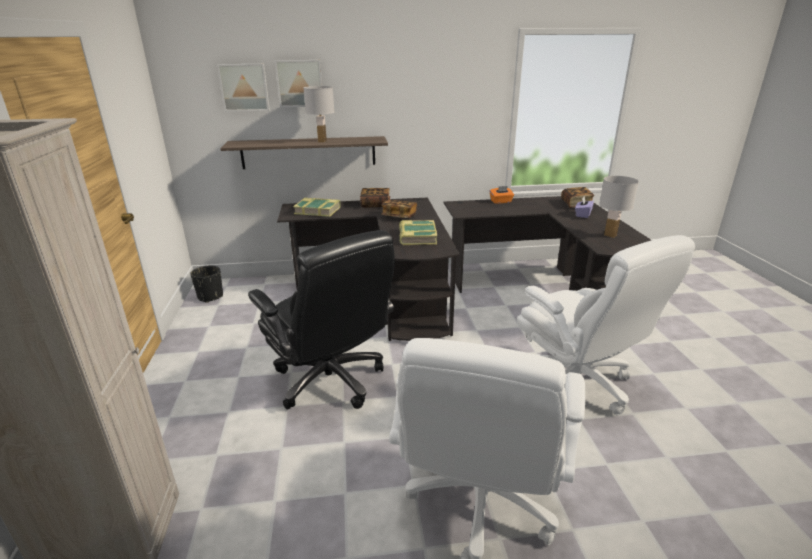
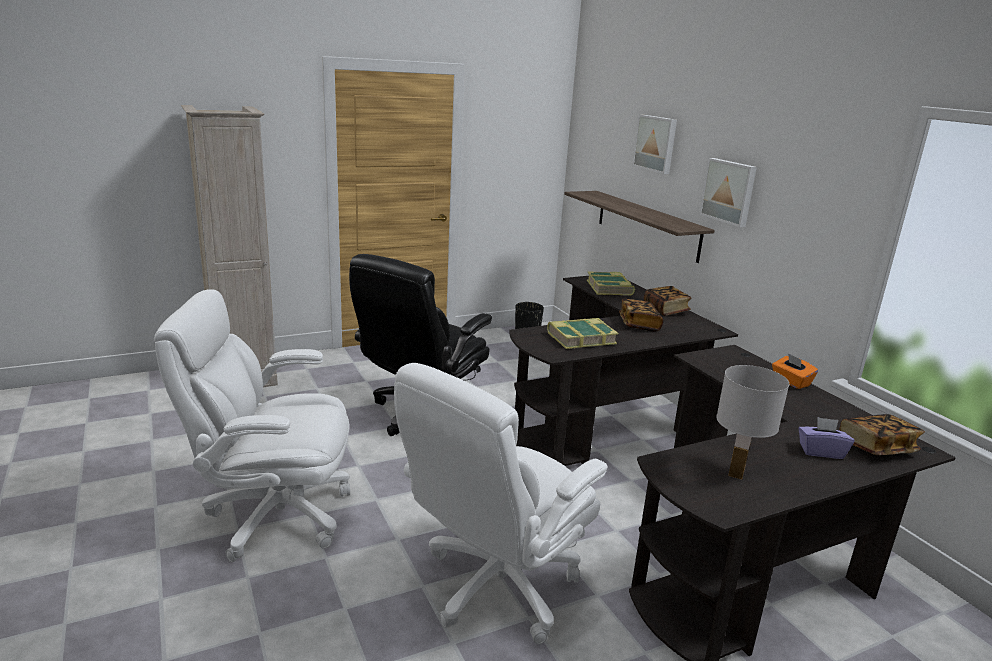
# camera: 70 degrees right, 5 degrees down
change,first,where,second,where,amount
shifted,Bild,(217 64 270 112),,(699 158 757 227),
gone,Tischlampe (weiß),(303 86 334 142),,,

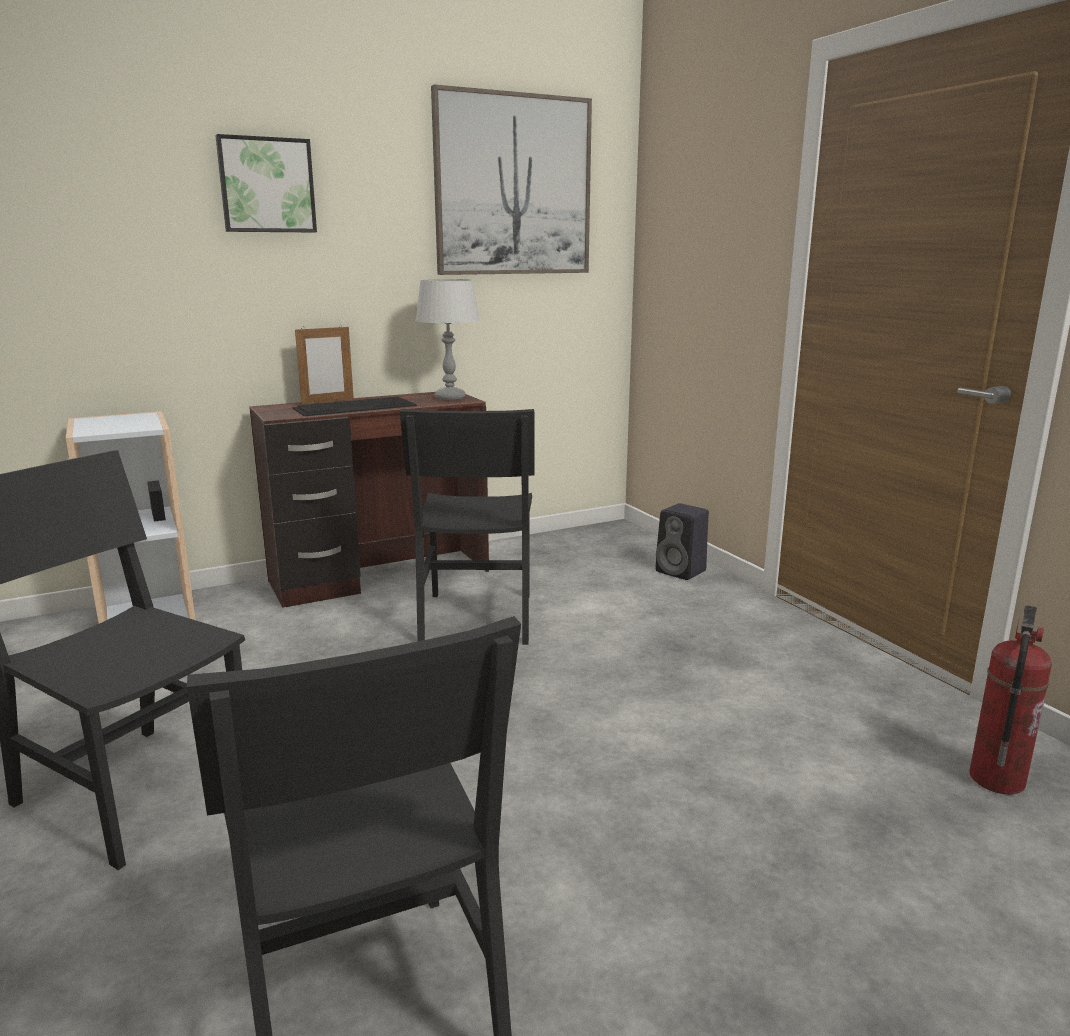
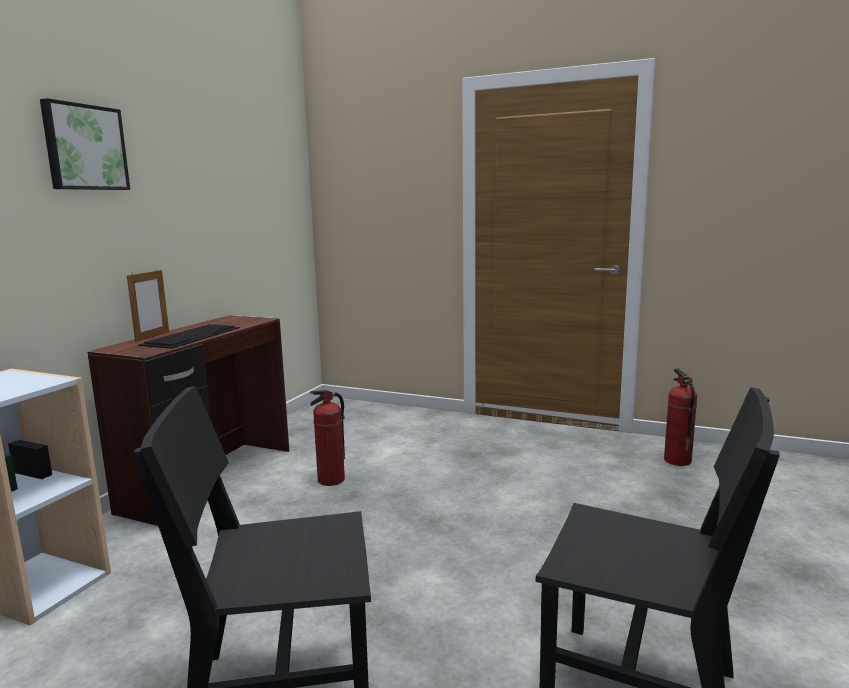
# camera: 40 degrees left, 5 degrees down
change,first,where,second,where,amount
gone,Bild,(431 84 592 275),,,
gone,Tischlampe (grau),(415 279 480 400),,,
swapped,Stuhl (schwarz),(399 409 535 645),Feuerlöscher,(310 390 345 486),
gone,Lautsprecher (schwarz),(656 503 709 580),,,

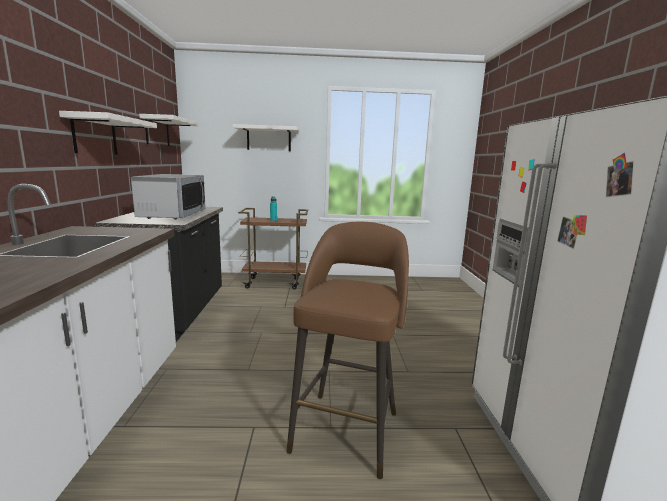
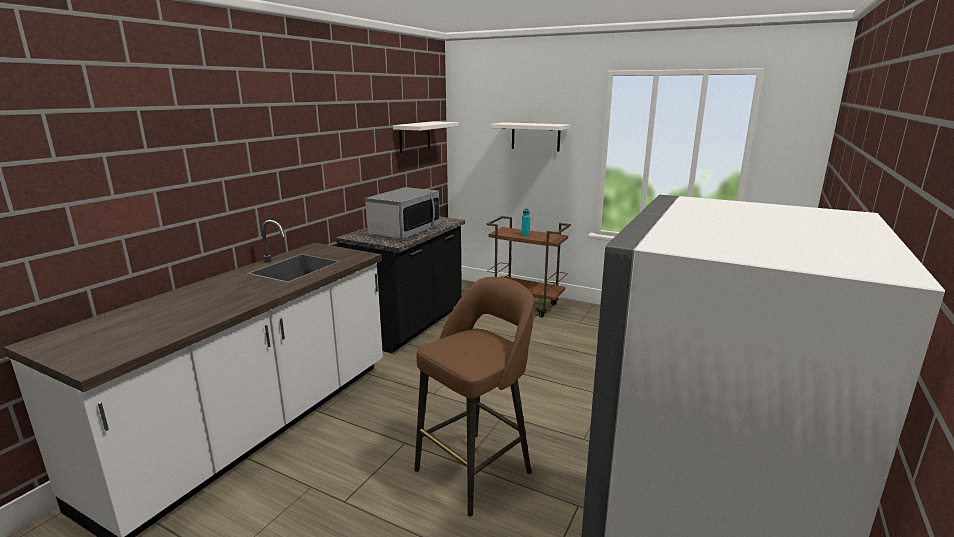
# camera: 30 degrees right, 5 degrees up
change,first,where,second,where,amount
gone,Wandregal (weiß),(59 111 157 155),,,

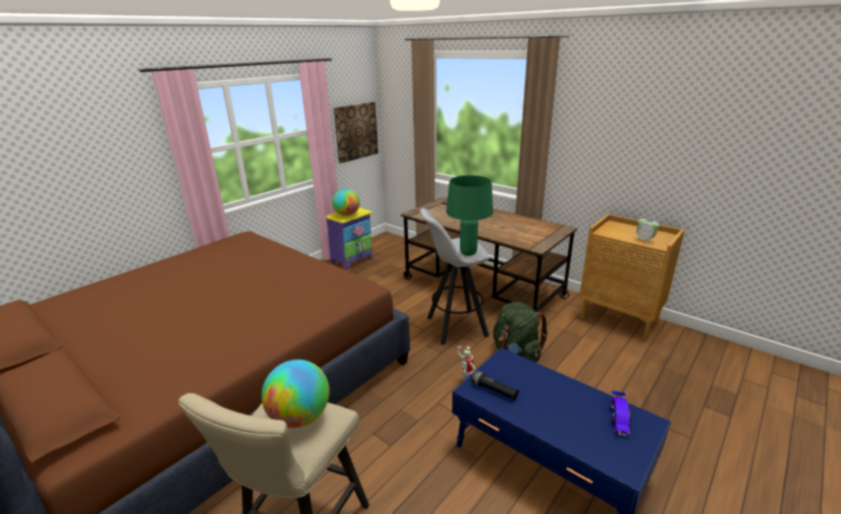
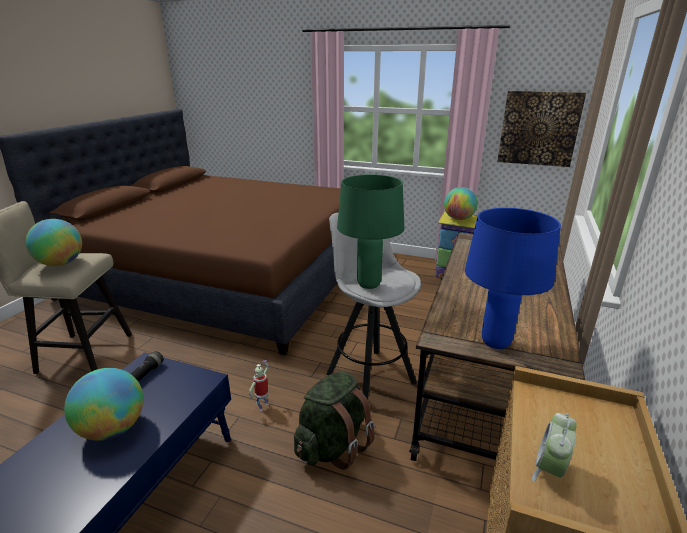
# camera: 70 degrees right, 0 degrees up
change,first,where,second,where,amount
gone,Spielzeugauto,(610 391 631 437),,,
new,,,Tischlampe (blau),(465 208 561 349),
new,,,Globus,(64 368 144 441),

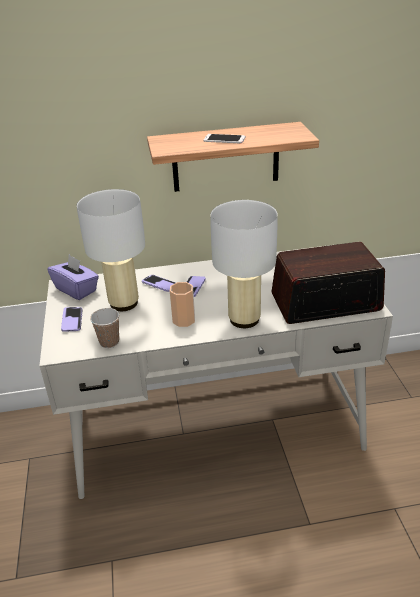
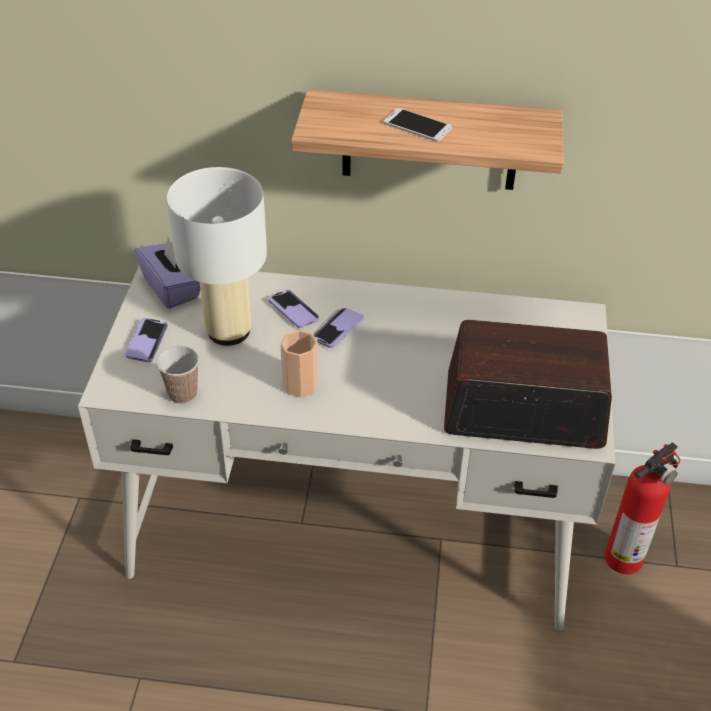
# camera: 15 degrees right, 10 degrees up
change,first,where,second,where,amount
gone,Tischlampe (weiß),(210 200 278 328),,,
new,,,Feuerlöscher,(605 442 680 574),

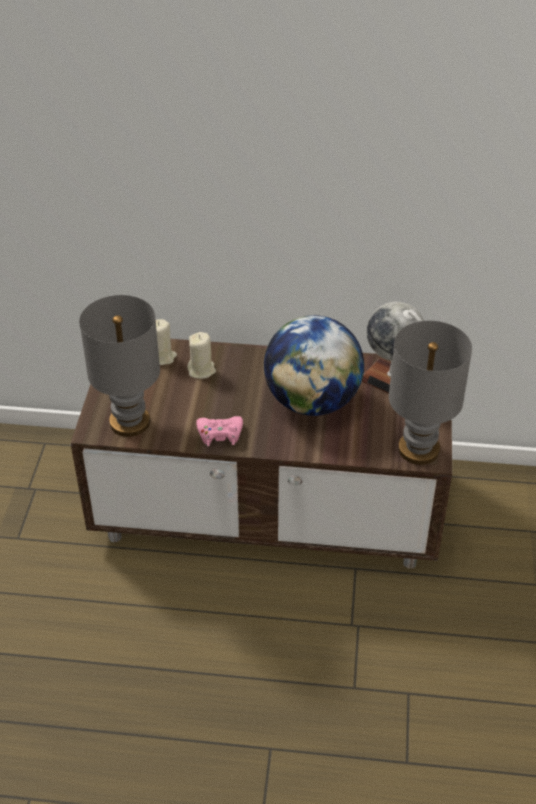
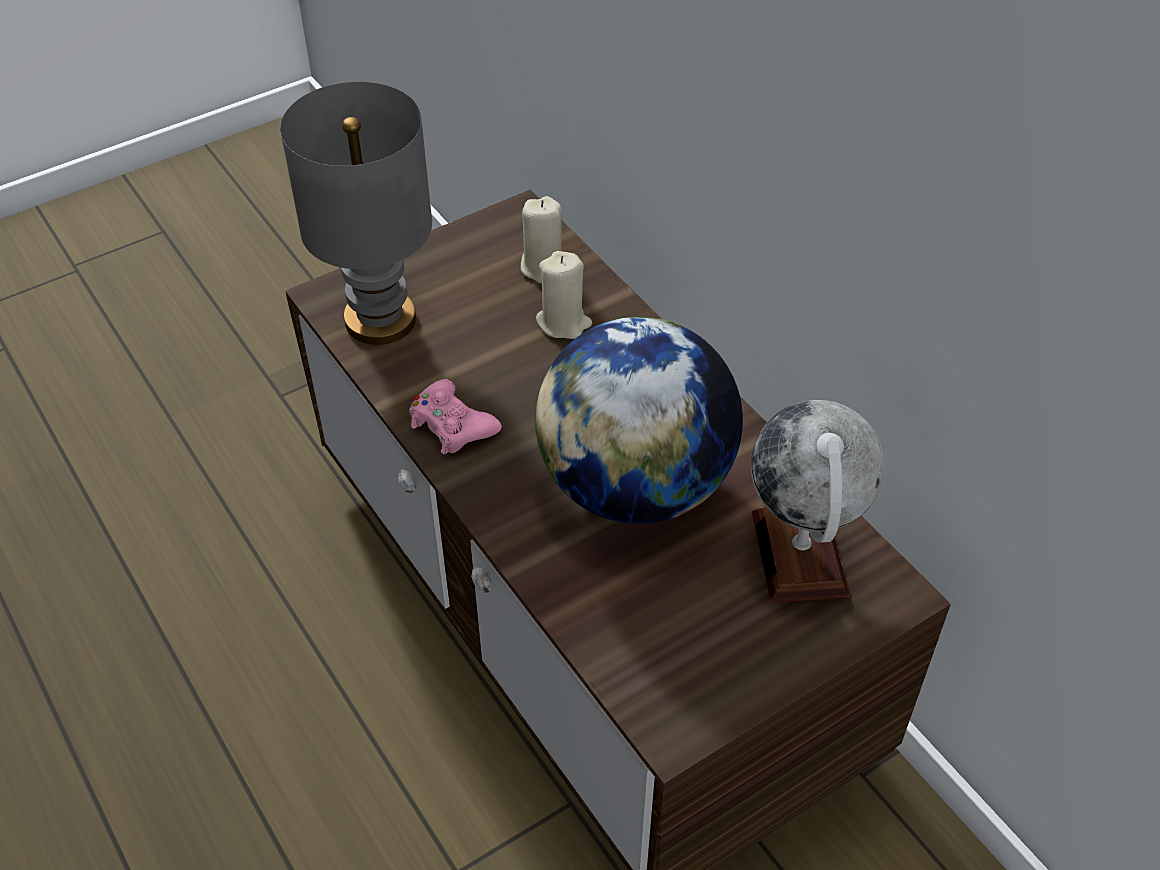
# camera: 50 degrees right, 5 degrees up
change,first,where,second,where,amount
gone,Tischlampe (grau),(389 321 472 465),,,

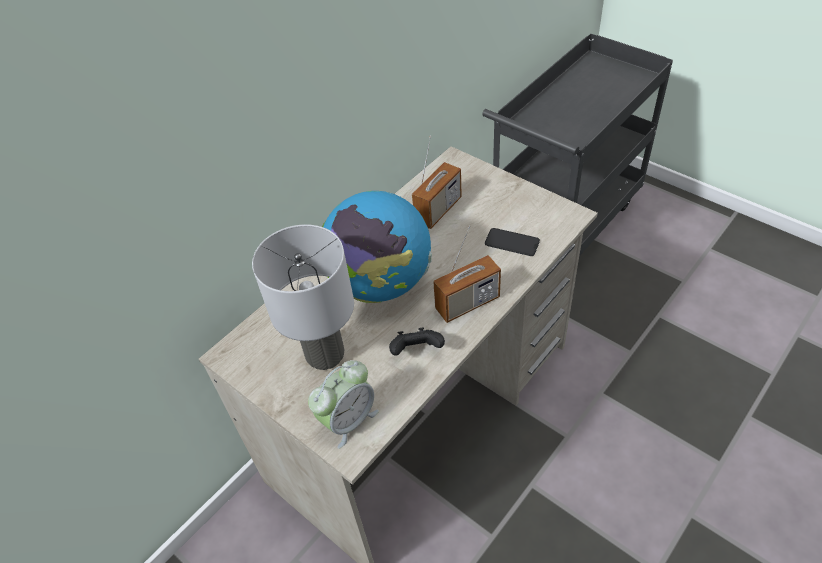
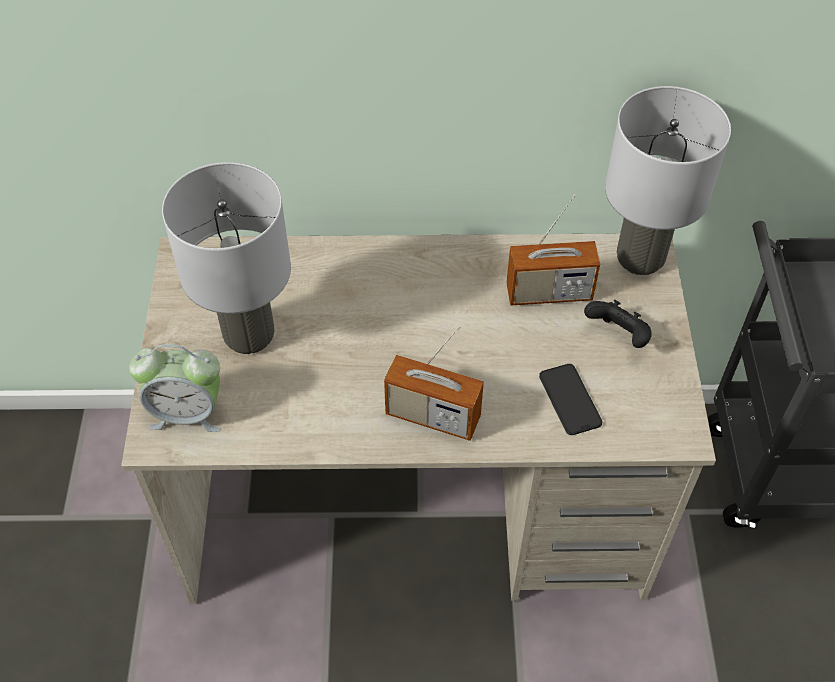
# camera: 45 degrees right, 5 degrees up
change,first,where,second,where,amount
gone,Globus,(322 191 432 303),,,
shifted,Gamepad (schwarz),(389 328 445 356),,(584 300 652 348),
new,,,Tischlampe (weiß),(605 86 731 275),

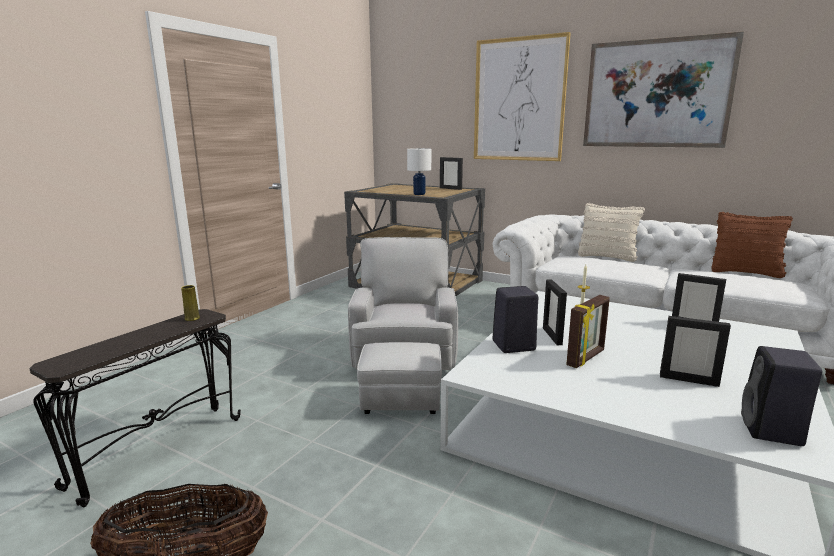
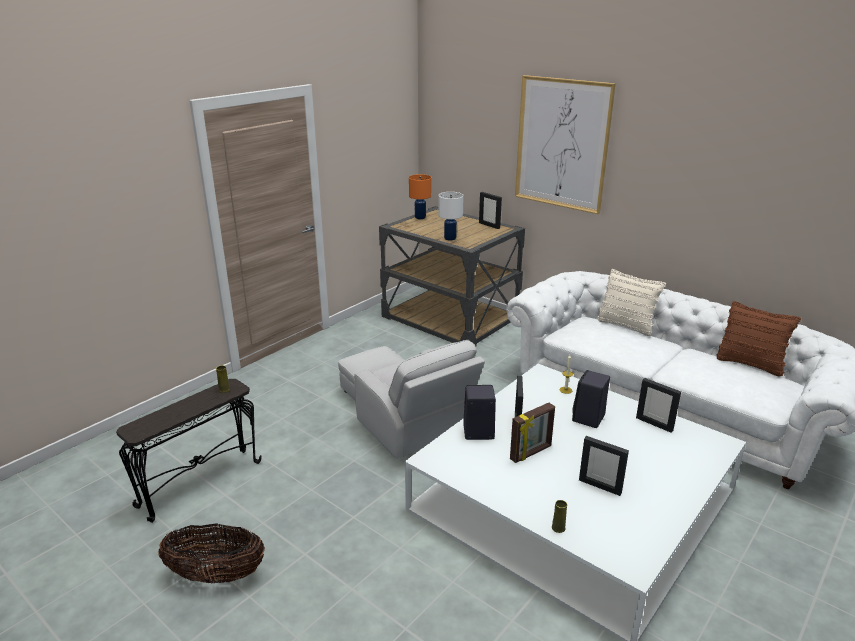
# camera: 10 degrees right, 10 degrees up
change,first,where,second,where,amount
gone,Bild,(583 32 744 148),,,
rotated,Sessel (weiß),(348 237 458 414),,(338 340 485 458),135 degrees clockwise
shifted,Lautsprecher (schwarz),(741 346 822 446),,(572 370 610 428),
new,,,Tischlampe (orange),(409 174 431 219),
new,,,Vase (gelb),(552 500 567 533),

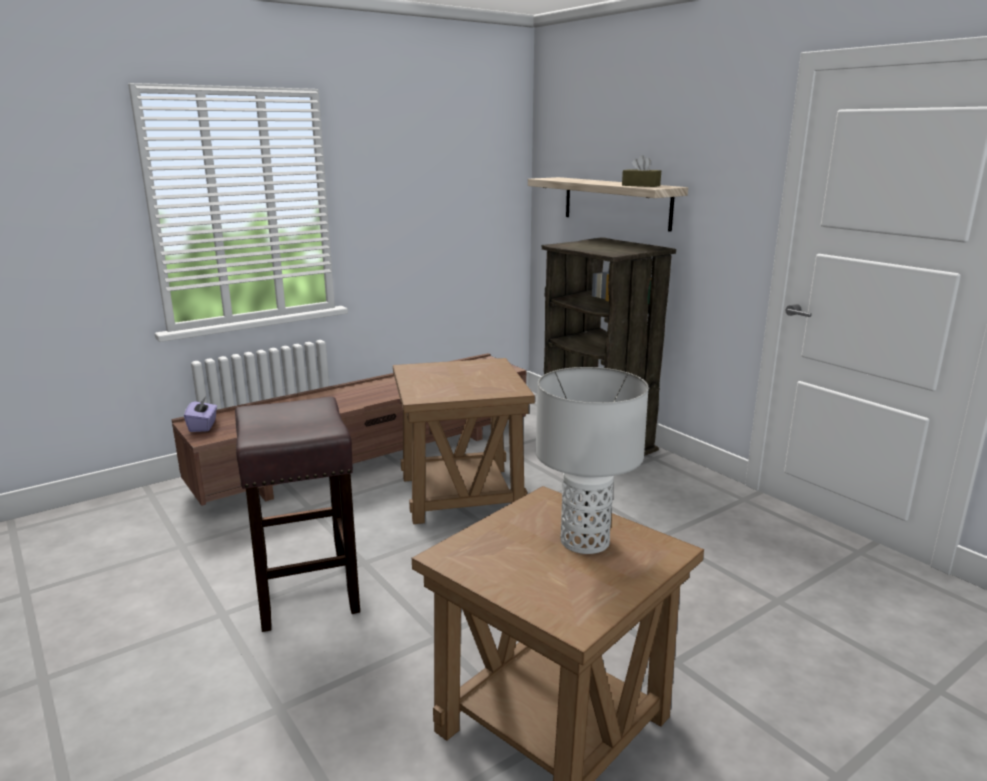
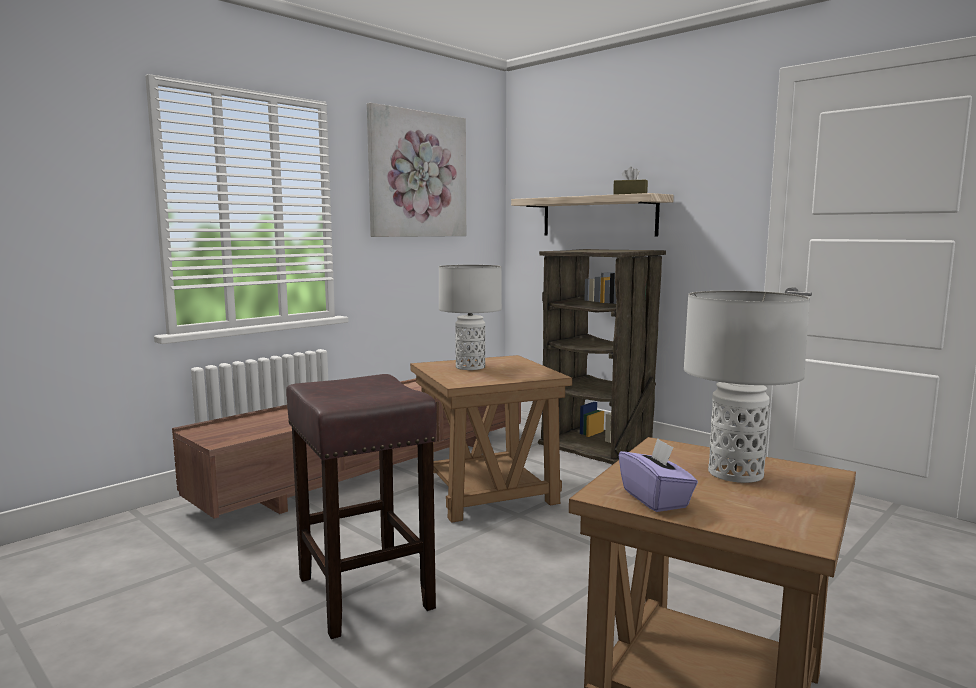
# camera: 10 degrees left, 10 degrees down
change,first,where,second,where,amount
shifted,Taschentuchbox (lila),(184 396 217 432),,(619 438 698 512),
new,,,Bild,(367 103 466 237),
new,,,Tischlampe (weiß),(439 265 502 370),

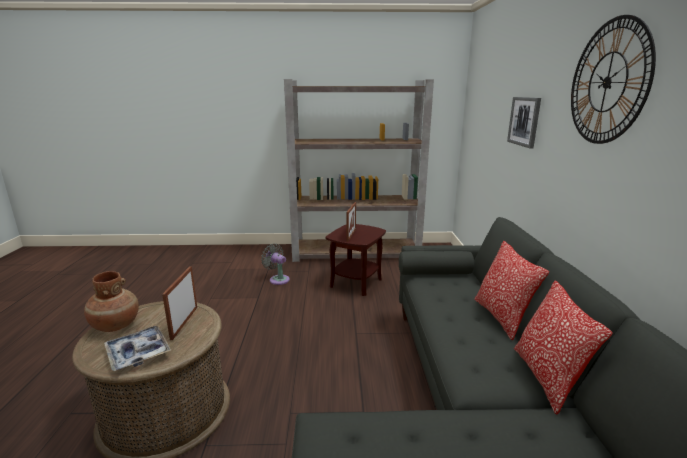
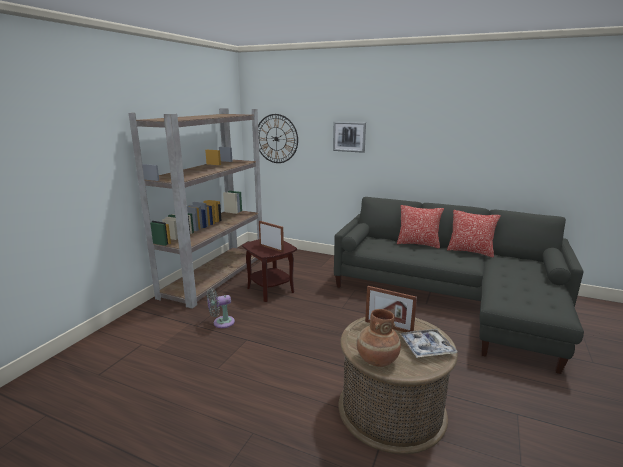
# camera: 65 degrees left, 0 degrees up
change,first,where,second,where,amount
shifted,Wanduhr,(571 15 656 144),,(258 114 298 163),

